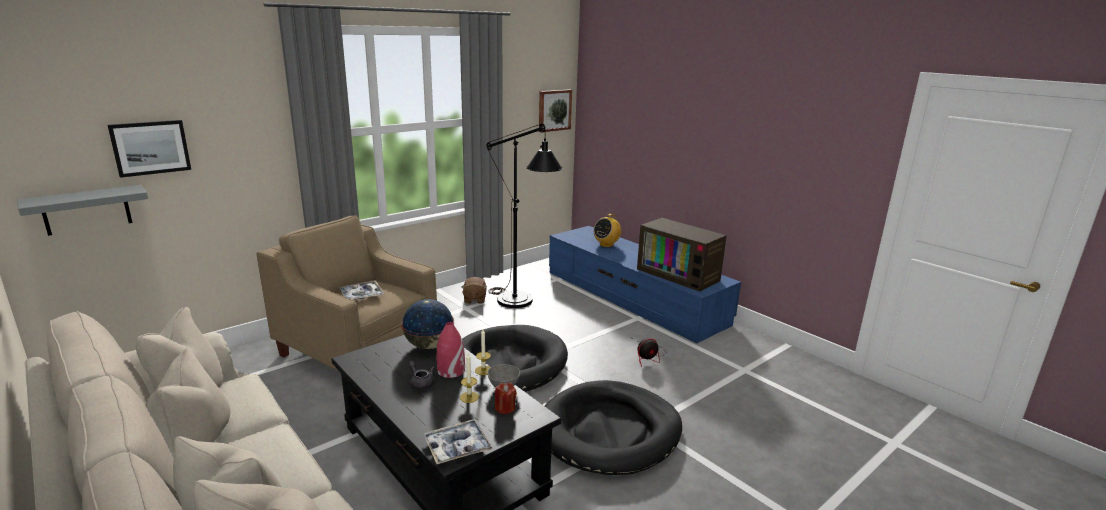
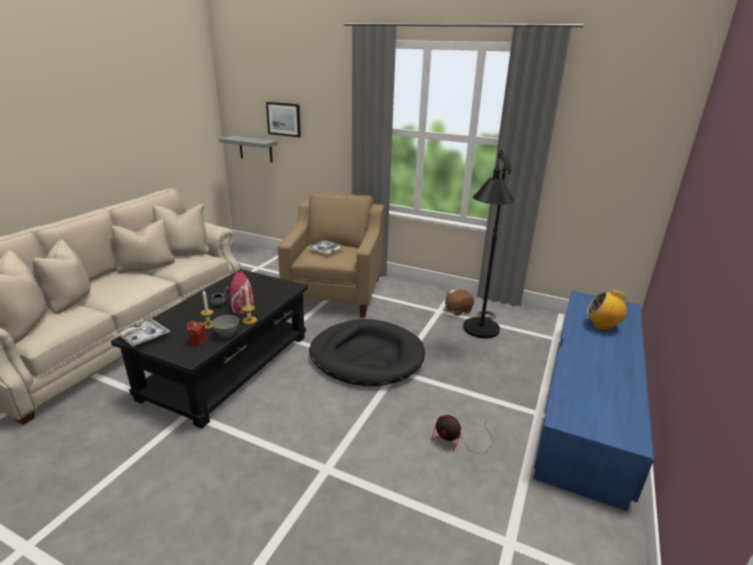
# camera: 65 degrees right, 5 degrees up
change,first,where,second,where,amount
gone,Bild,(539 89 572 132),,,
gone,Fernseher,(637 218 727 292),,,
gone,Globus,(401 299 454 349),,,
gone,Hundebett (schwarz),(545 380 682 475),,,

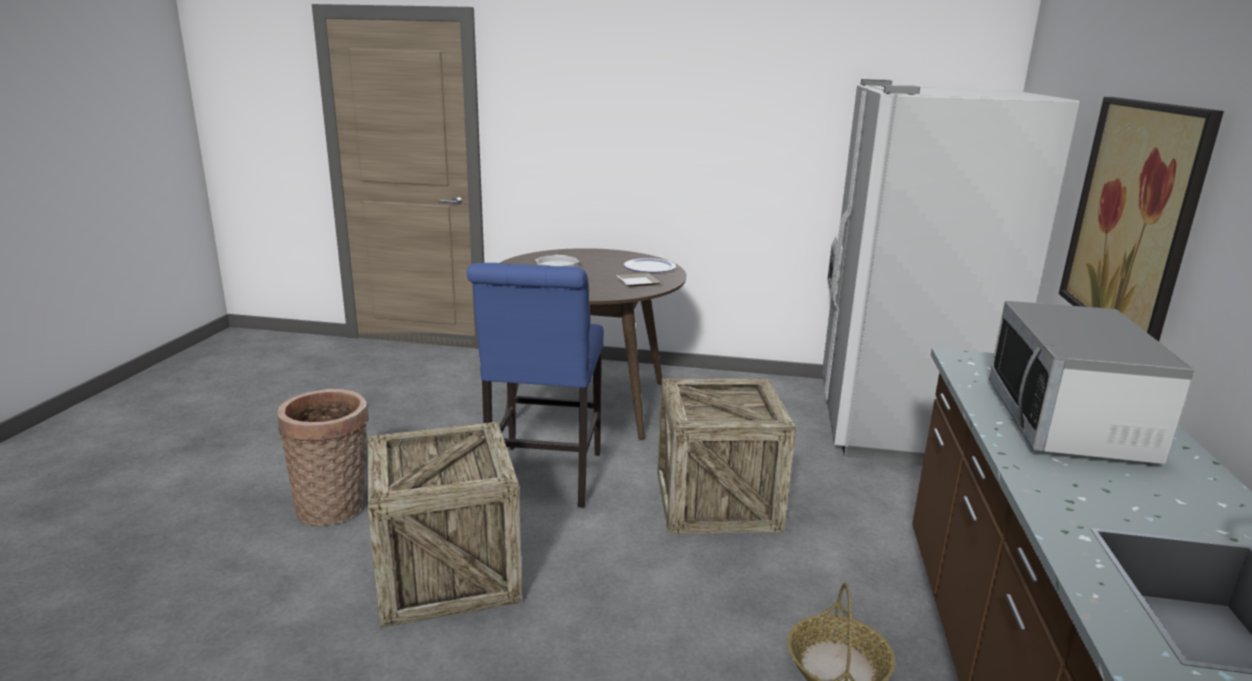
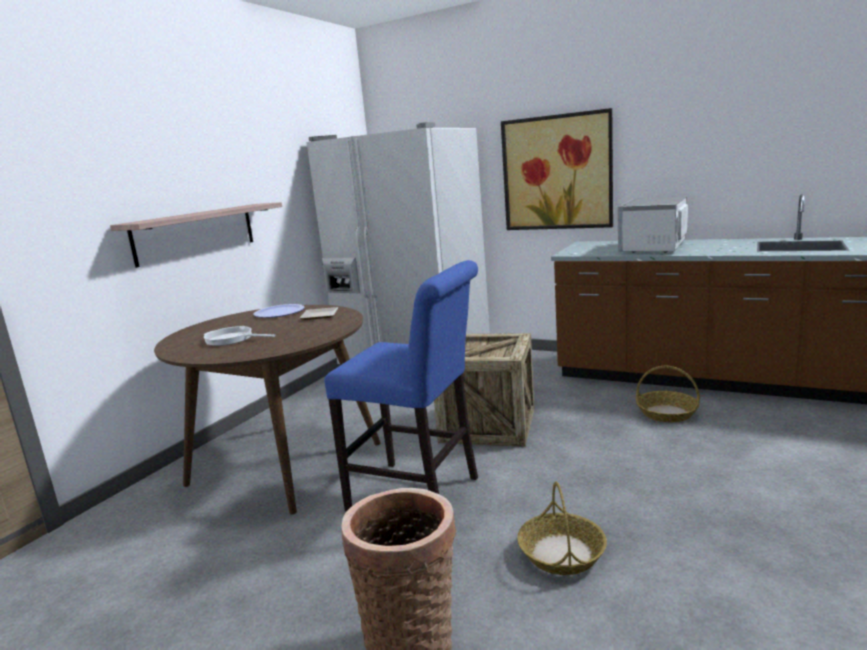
# camera: 70 degrees left, 5 degrees down
change,first,where,second,where,amount
rotated,Mikrowelle,(989 301 1194 464),,(618 196 688 253),90 degrees clockwise
swapped,Kiste,(367 422 522 628),Korb,(517 482 607 575),
new,,,Wandregal,(110 202 282 268),

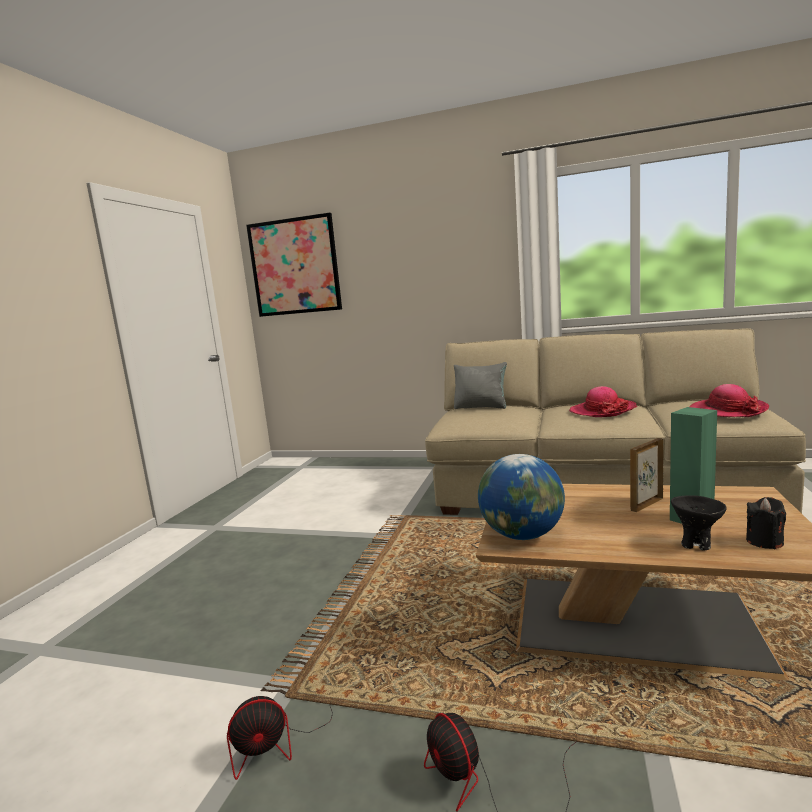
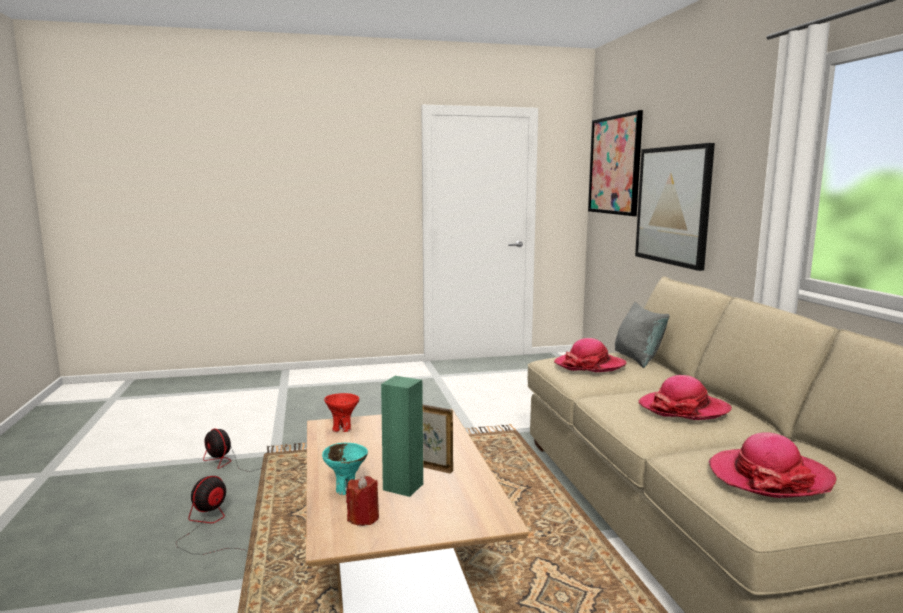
# camera: 60 degrees right, 0 degrees up
change,first,where,second,where,amount
swapped,Globus,(478 454 565 540),Schüssel (rot),(324 393 360 432),
repainted,Schüssel (schwarz),(671 495 727 551),Schüssel (türkis),(322 443 368 495),
repainted,Kerze (schwarz),(746 497 786 549),Kerze (rot),(346 476 379 526),
new,,,Bild,(635 143 715 271),
new,,,Hut,(554 338 627 372),

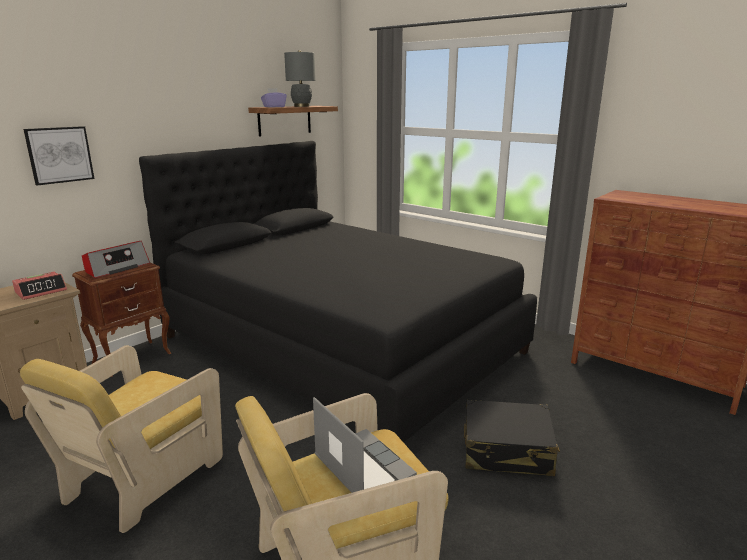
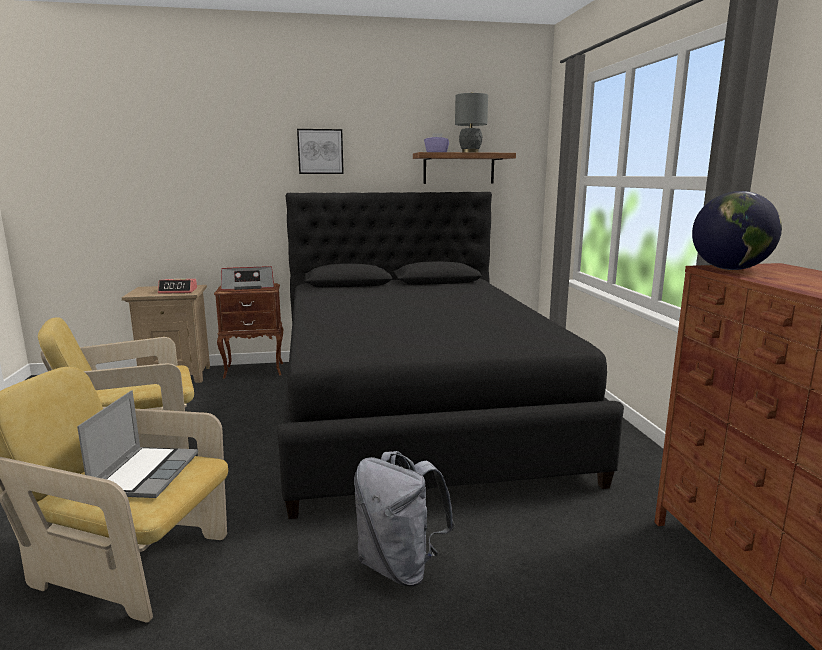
# camera: 40 degrees right, 5 degrees down
change,first,where,second,where,amount
shifted,Bild,(23 126 94 185),,(297 129 344 174),
swapped,Koffer (schwarz),(464 400 560 476),Rucksack (grau),(354 451 455 586),
new,,,Globus,(692 191 782 270),

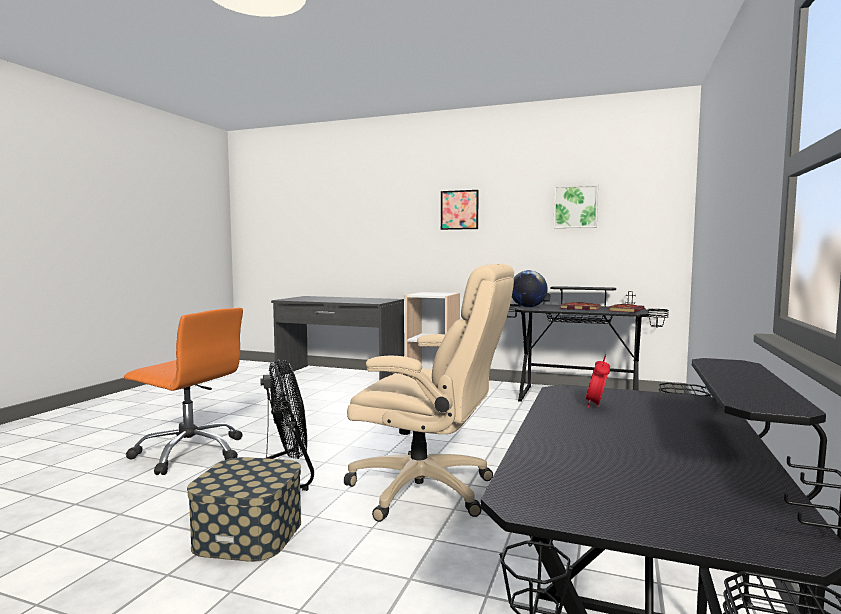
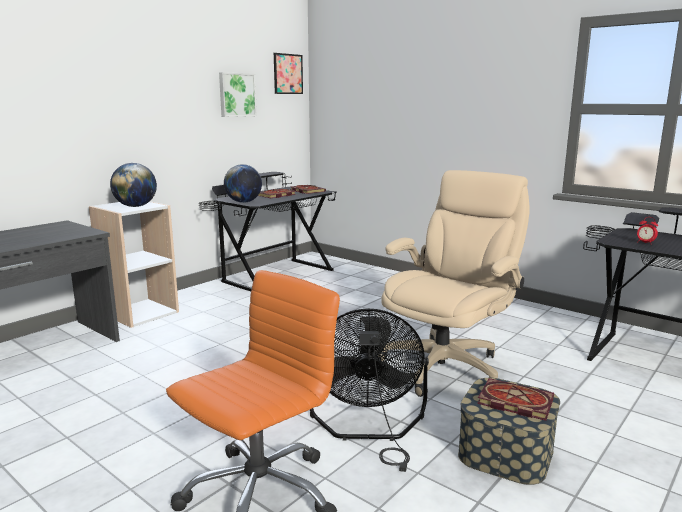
# camera: 70 degrees left, 10 degrees up
change,first,where,second,where,amount
shifted,Bild,(441 190 479 230),,(274 53 303 94),
new,,,Globus,(110 163 157 207),
new,,,Buch,(477 378 554 421),

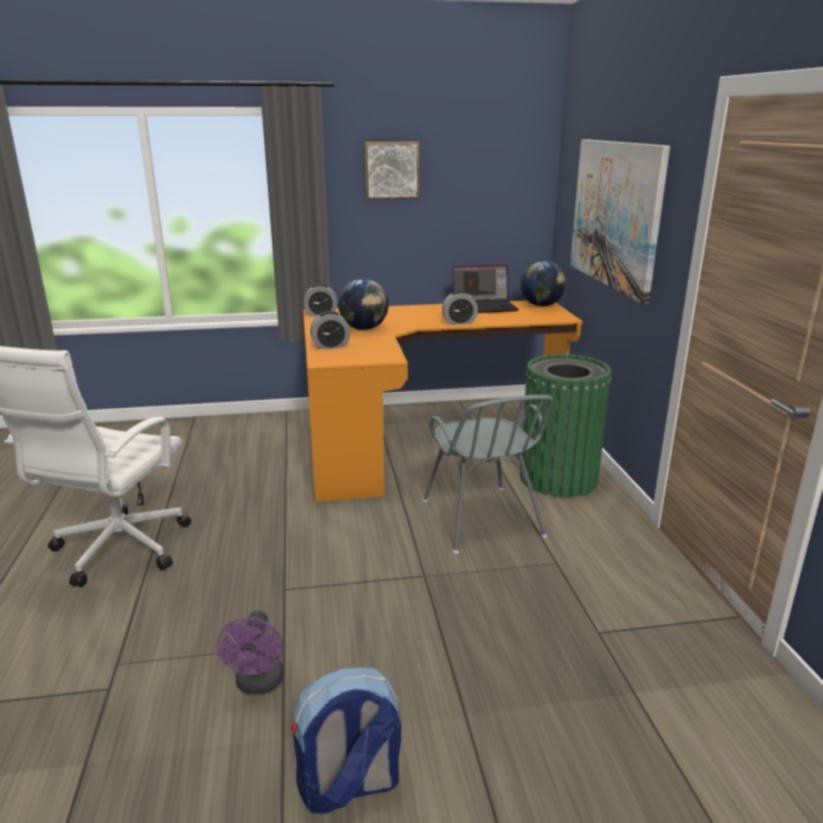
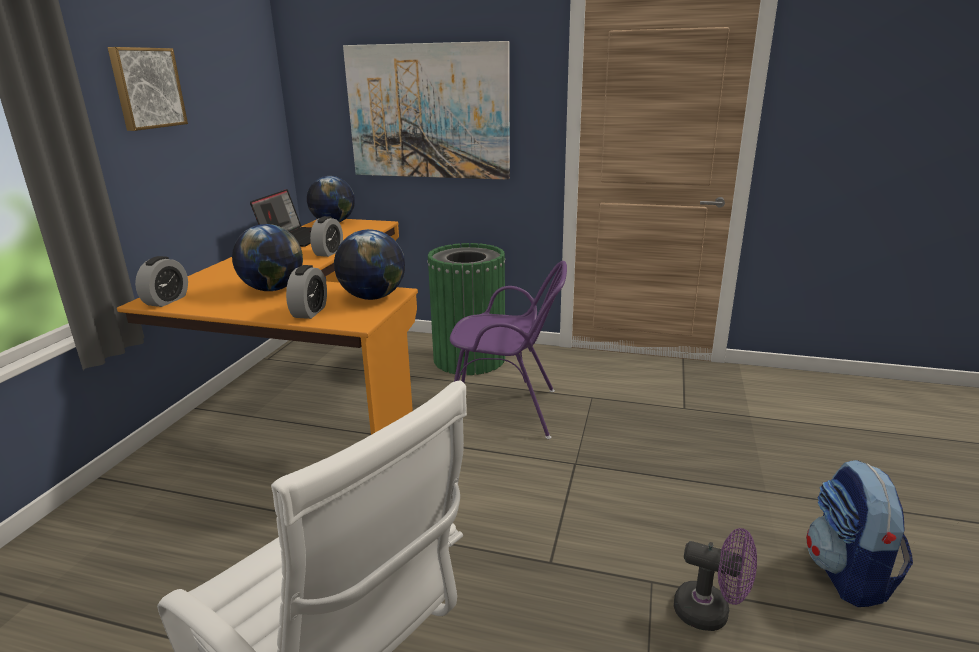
# camera: 65 degrees left, 0 degrees up
change,first,where,second,where,amount
repainted,Stuhl (grau),(423 395 553 554),Stuhl (lila),(450 261 567 439),
new,,,Globus,(334 229 405 300),

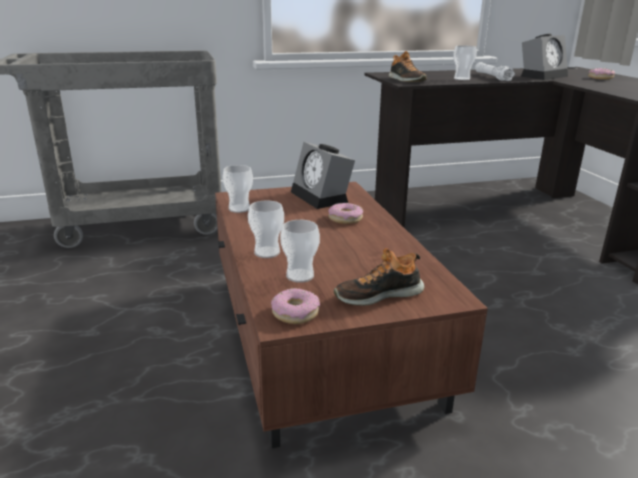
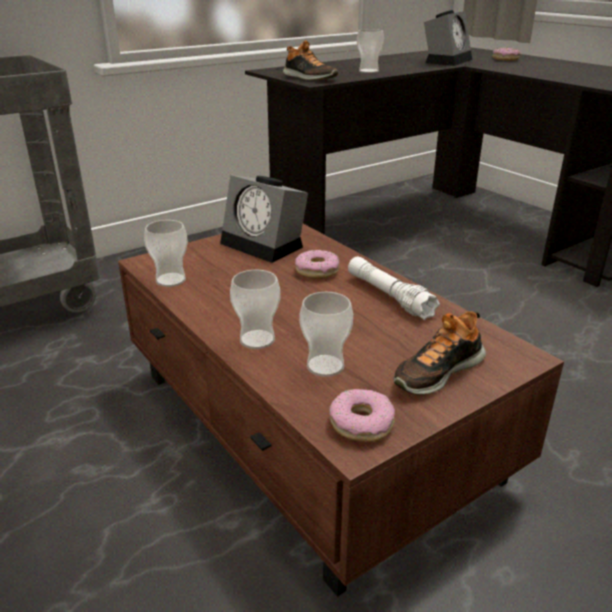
# camera: 20 degrees left, 5 degrees up
change,first,where,second,where,amount
shifted,Taschenlampe (weiß),(475 62 515 81),,(348 257 440 320),

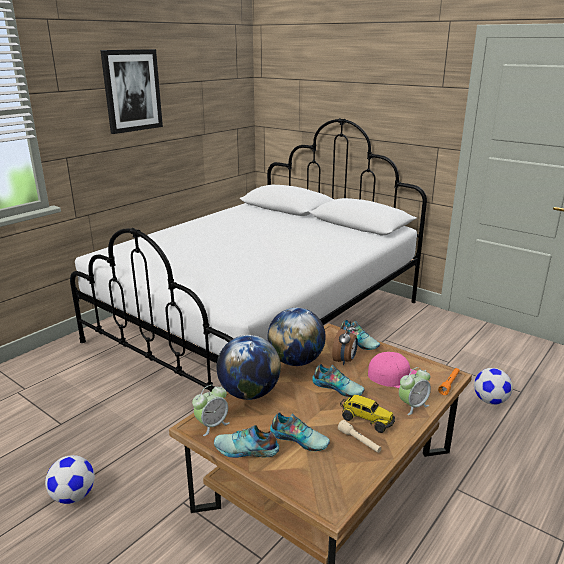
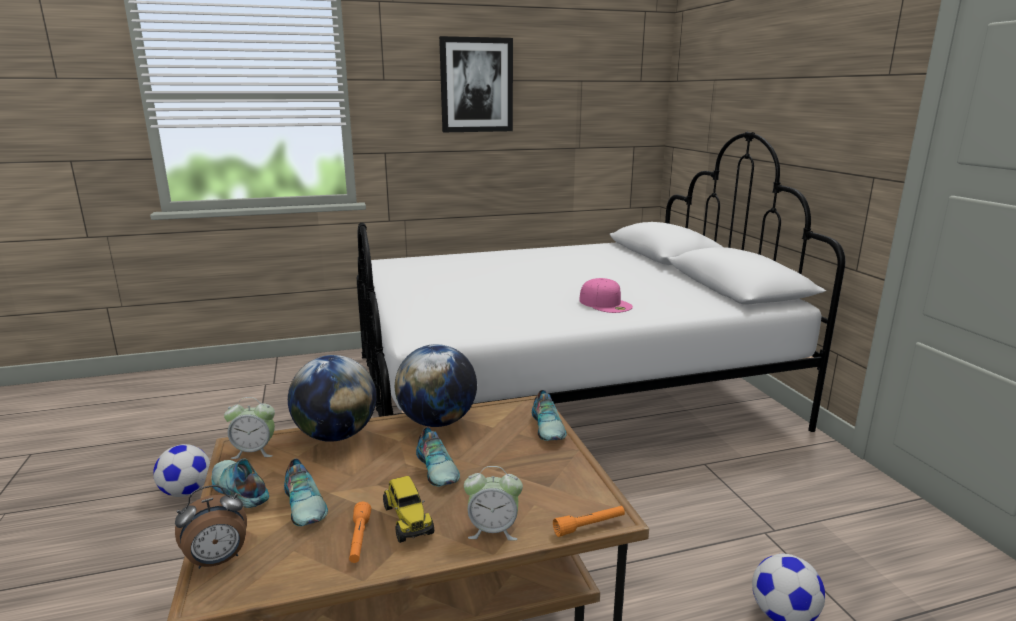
# camera: 35 degrees right, 5 degrees down
change,first,where,second,where,amount
shifted,Wecker,(332 321 358 365),,(175 485 247 569),
shifted,Kappe (rosa),(368 352 417 388),,(579 278 633 313),
repainted,Taschenlampe (beige),(338 420 382 453),Taschenlampe (orange),(349 502 371 563),

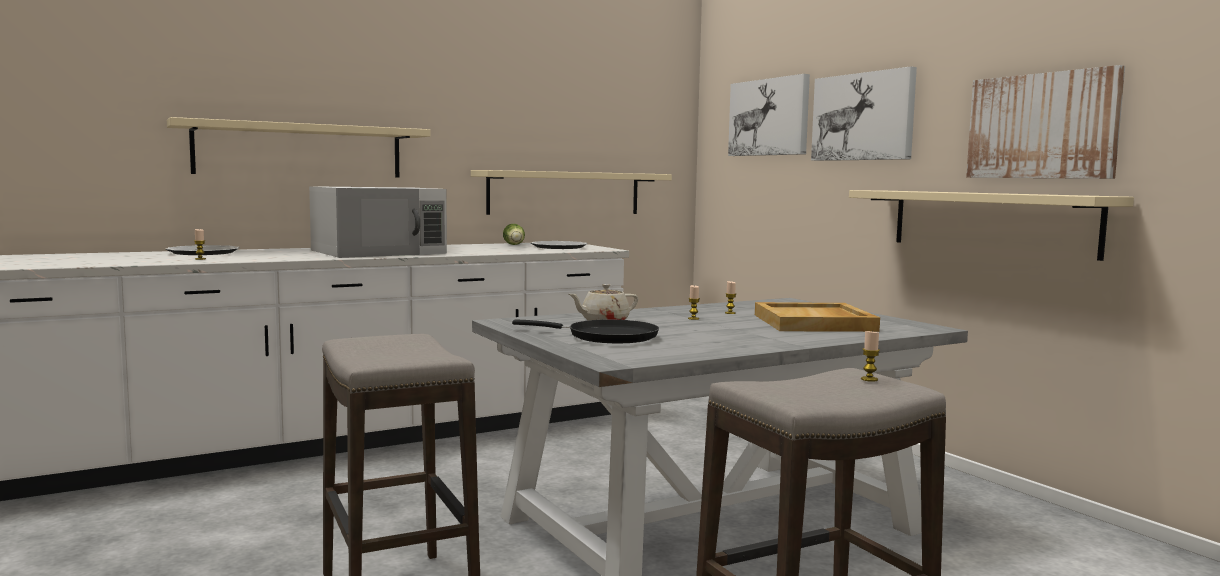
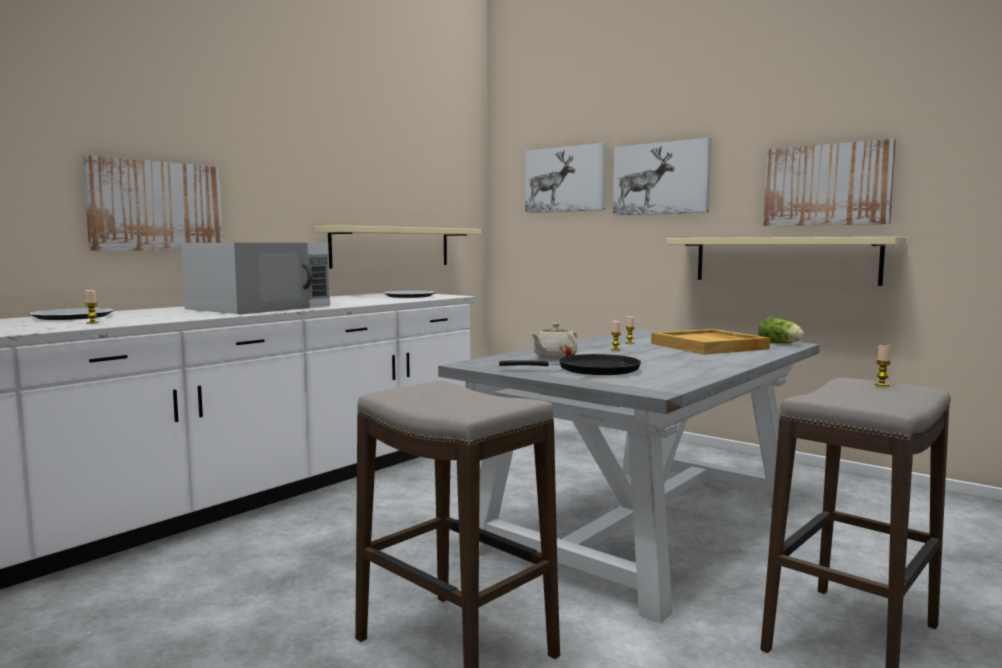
# camera: 20 degrees left, 0 degrees up
change,first,where,second,where,amount
swapped,Wandregal (beige),(167 117 431 178),Bild,(82 155 223 251),
shifted,Salatkopf,(503 224 525 245),,(758 318 804 344),

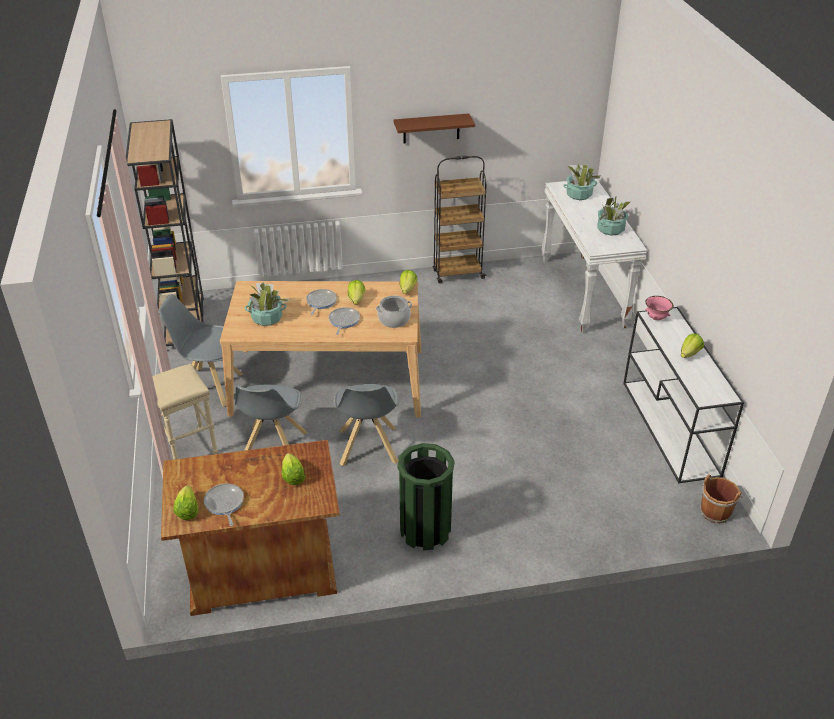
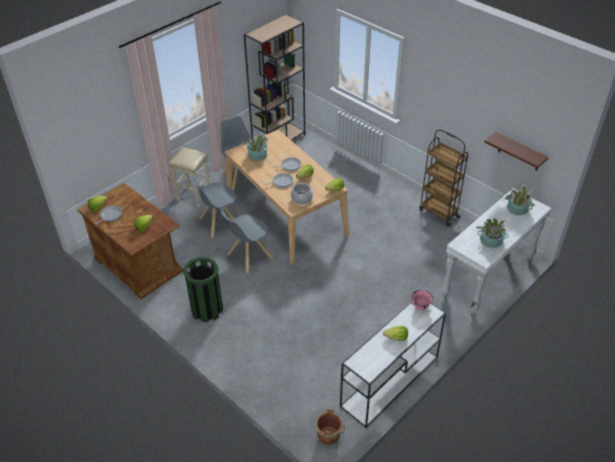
# camera: 55 degrees right, 5 degrees up
change,first,where,second,where,amount
shifted,Wandregal (braun),(393 113 475 144),,(484 132 549 170),

